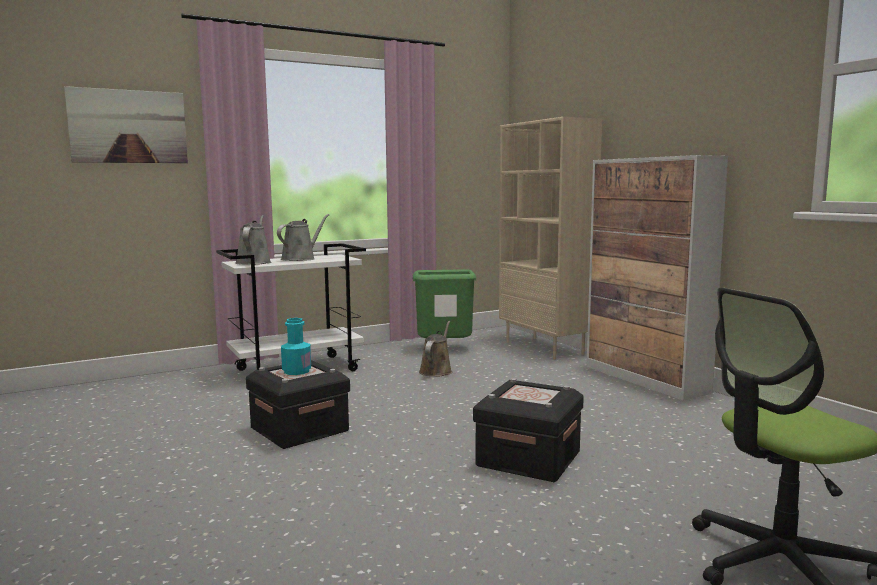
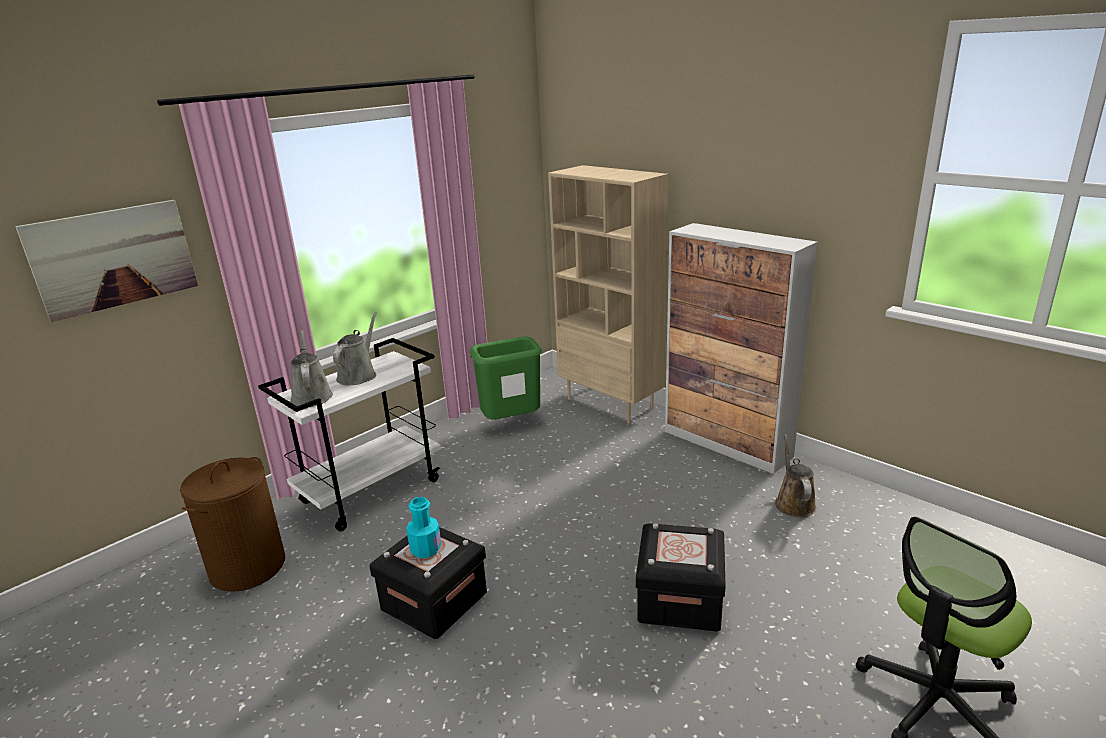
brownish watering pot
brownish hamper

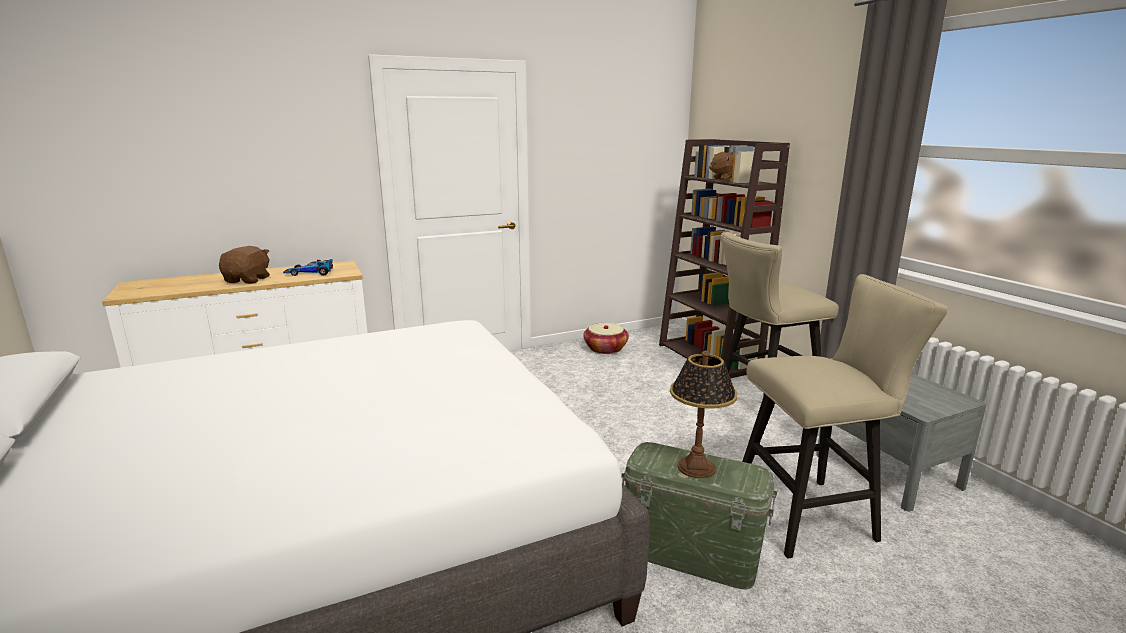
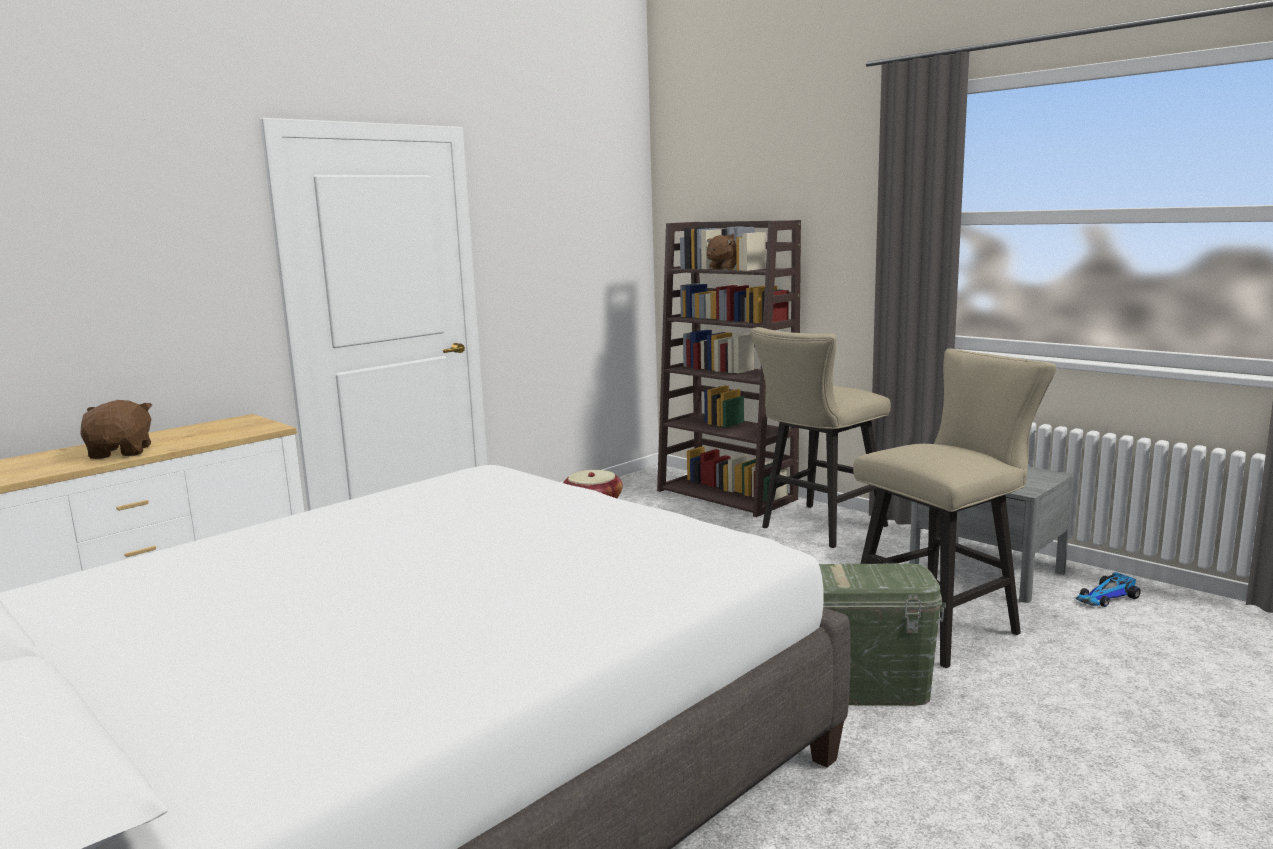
miniature car
table lamp

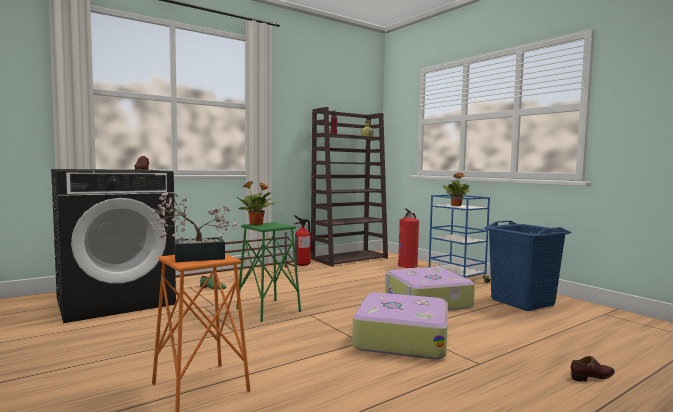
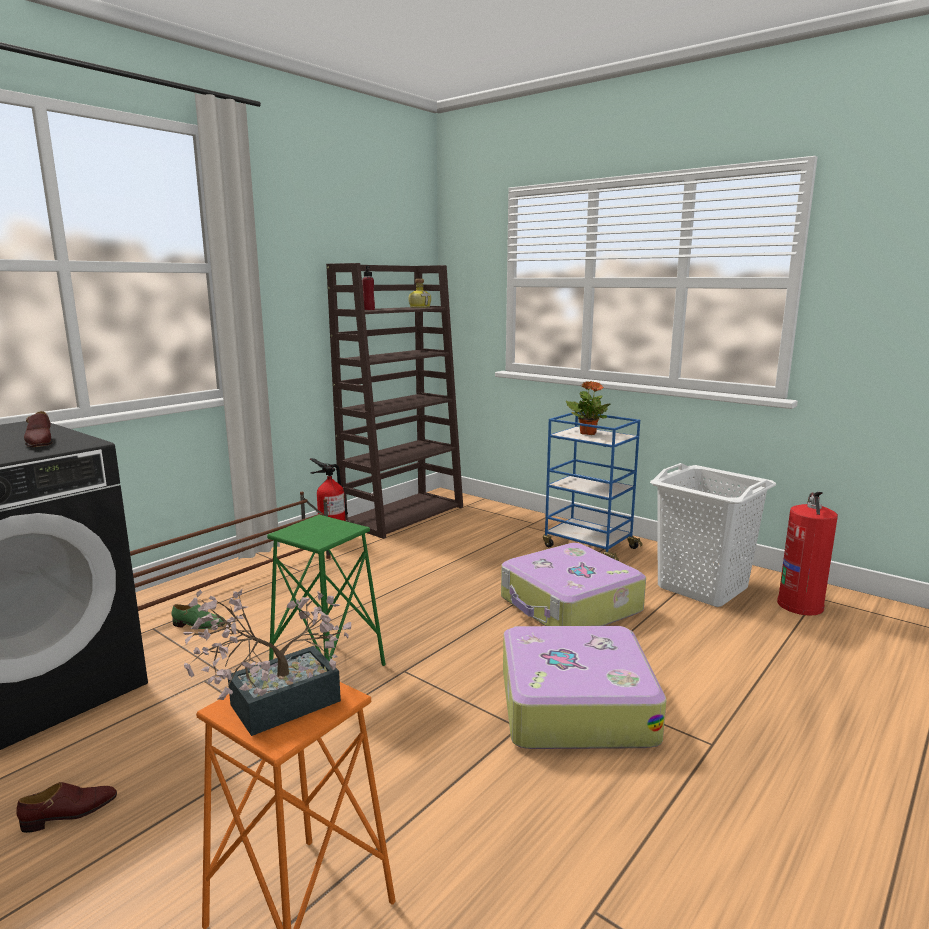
plant in a pot (no. 2 from left in the first image)
fire extinguisher (no. 2 from left)
white-coloured hamper
brownish low shoe (no. 2 from left)

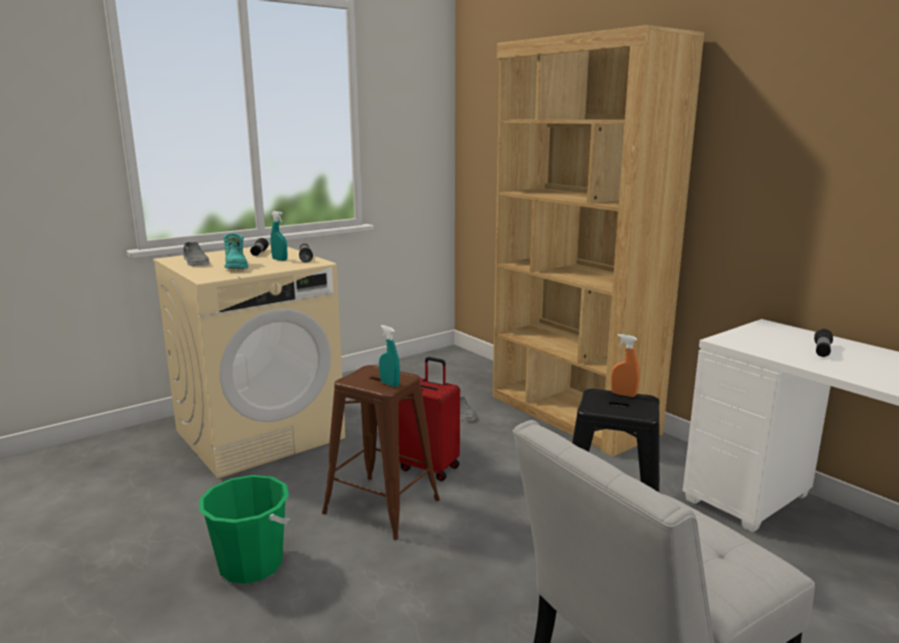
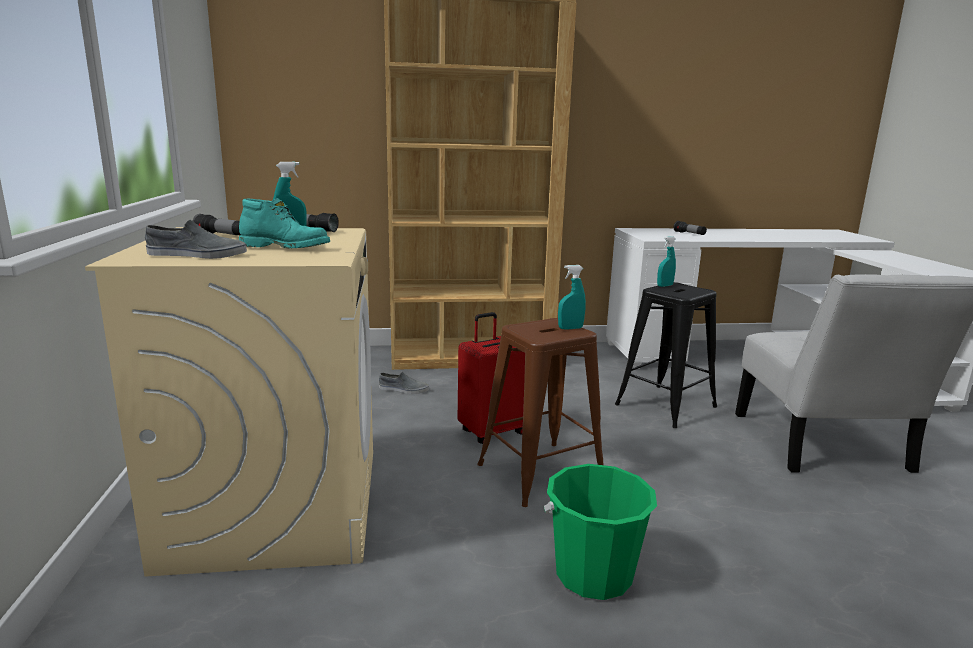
blue-green spray bottle (no. 3 from left)

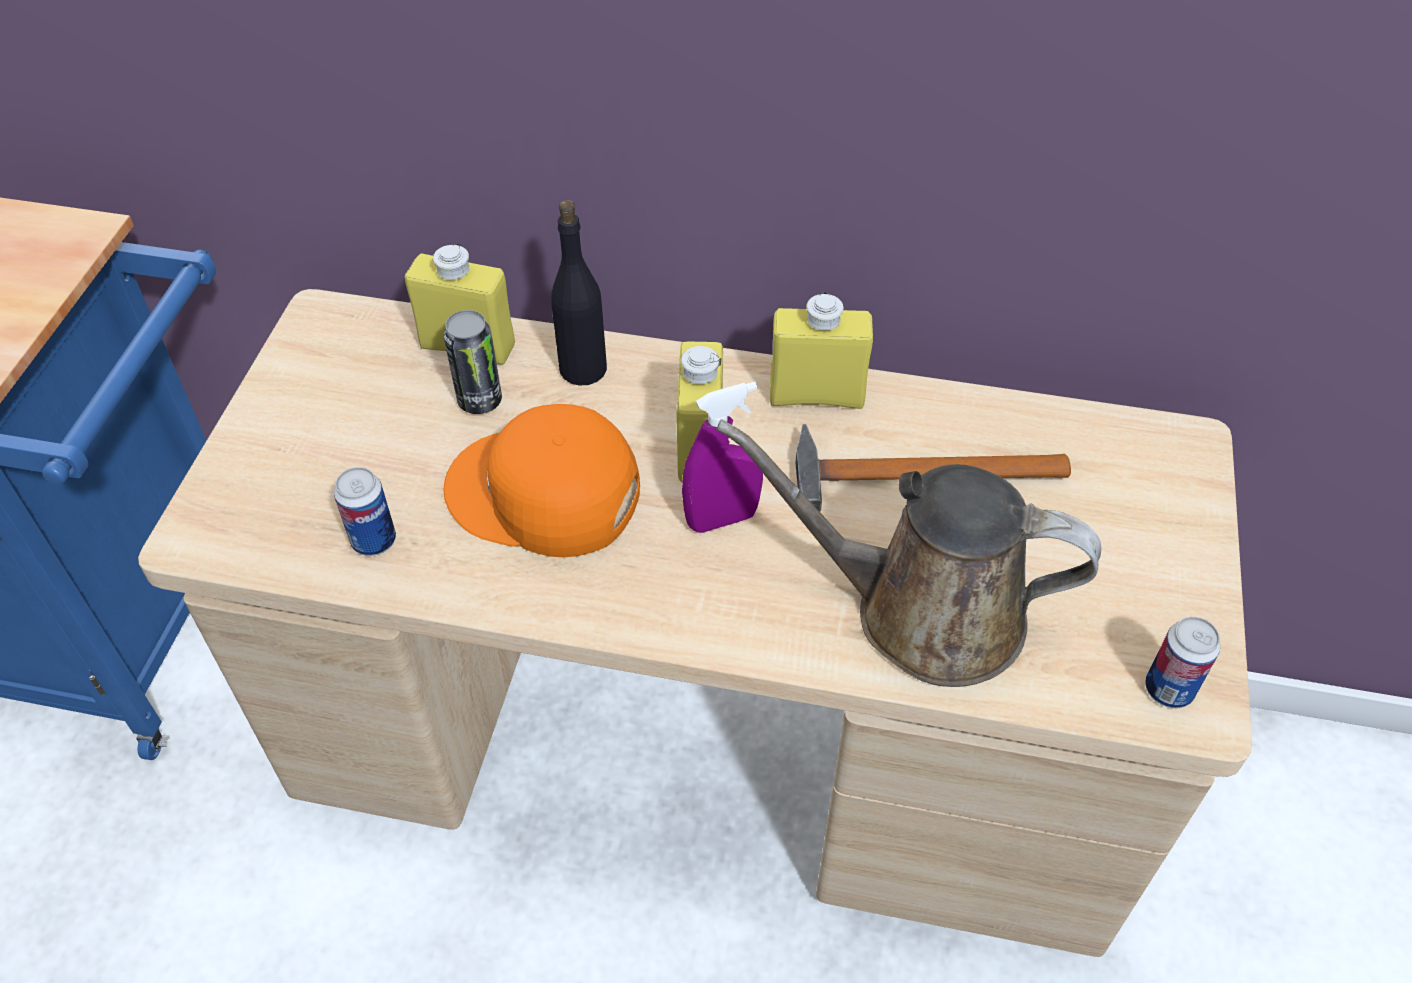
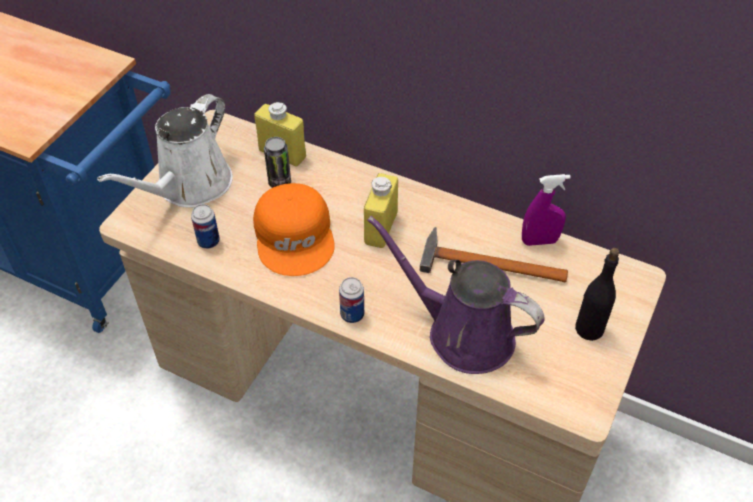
orange peaked cap
black beverage bottle
purple-coloured spray bottle
purple-coloured watering pot
yellow-coloured beverage bottle (no. 3 from left in the first image)
sealed can (no. 3 from left)
white-coloured watering pot

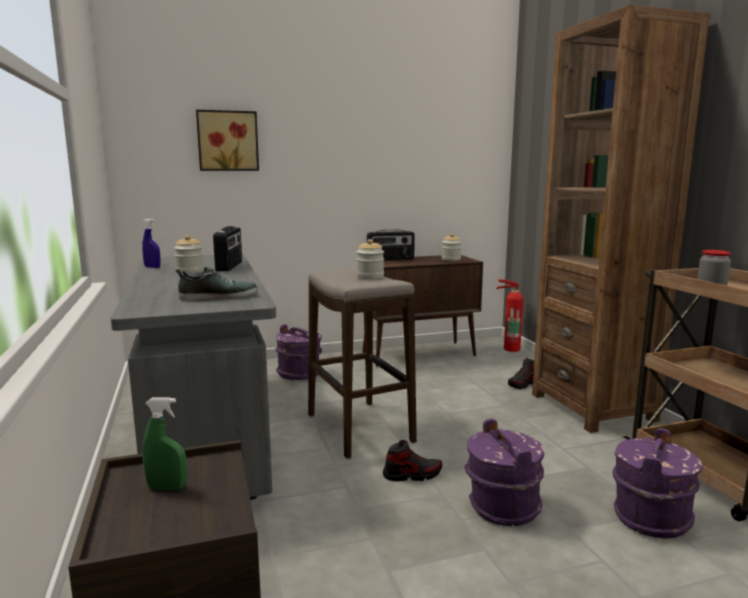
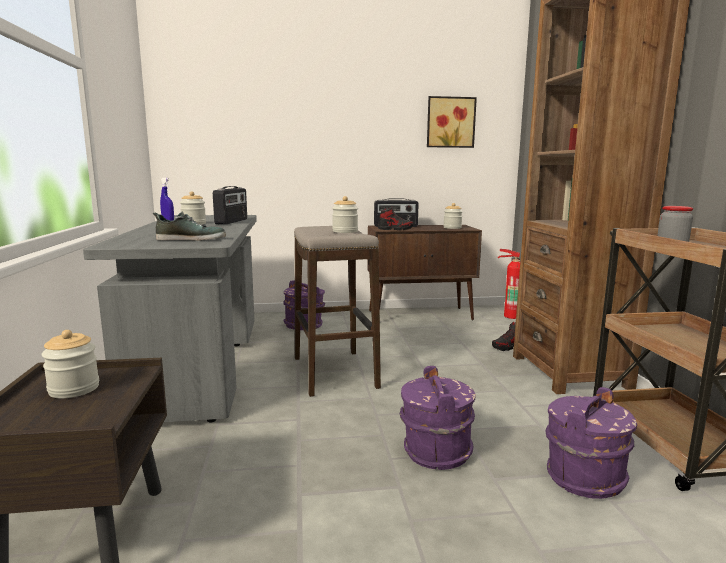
storage jar (no. 1 from left)
wall art
low shoe (no. 2 from left)

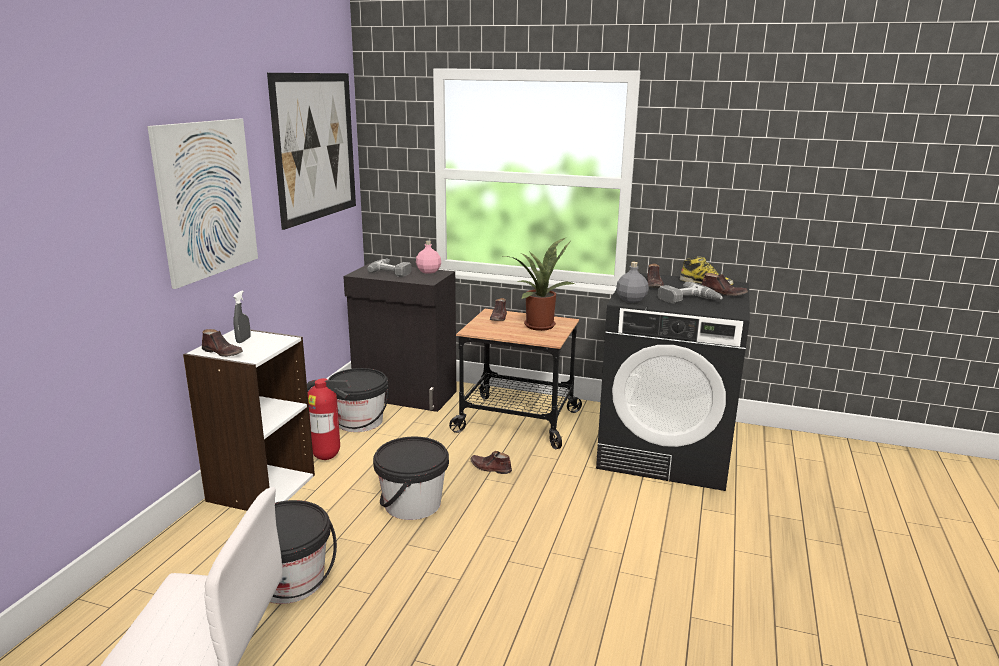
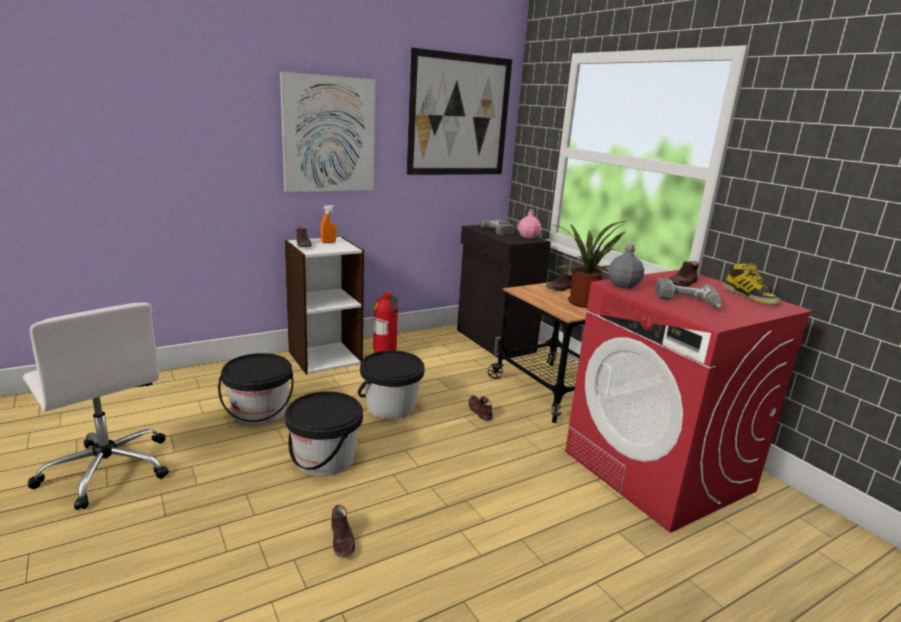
orange spray bottle
black bucket (no. 2 from left)
red-coloured washing machine
brownish low shoe (no. 2 from left)

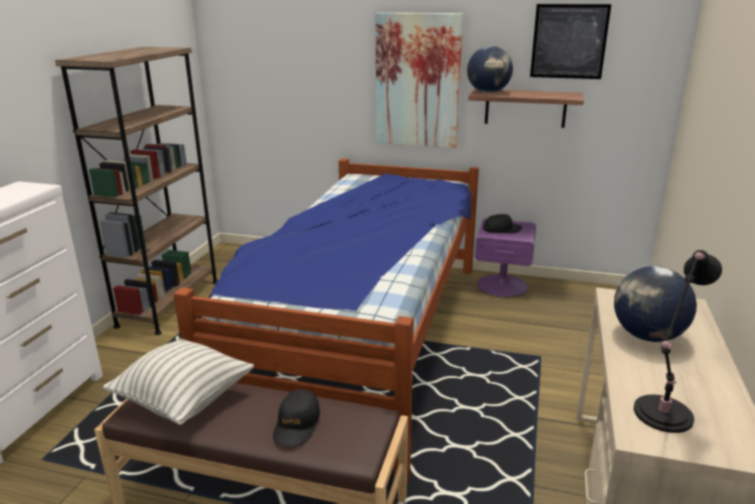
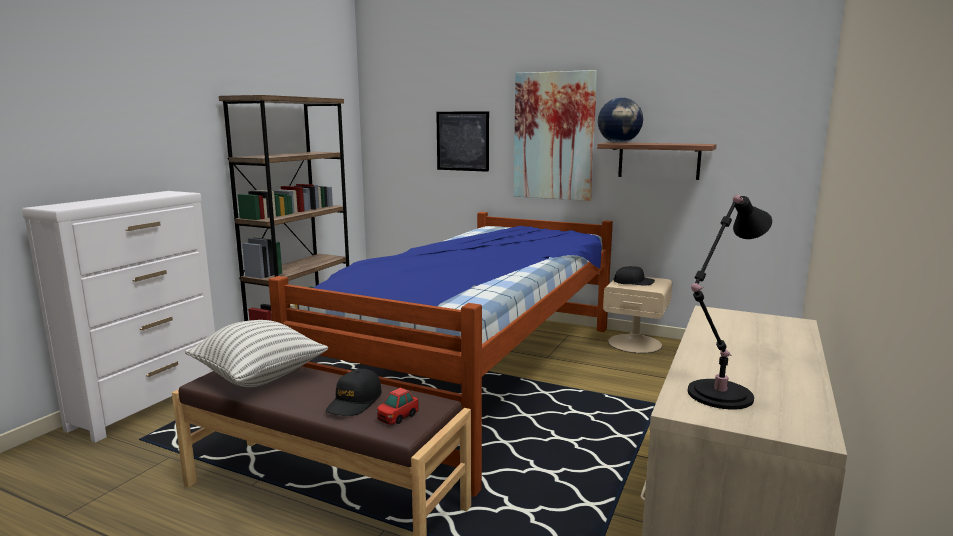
sand-coloured night table
wall art (no. 1 from left)
world globe (no. 2 from left in the first image)
miniature car

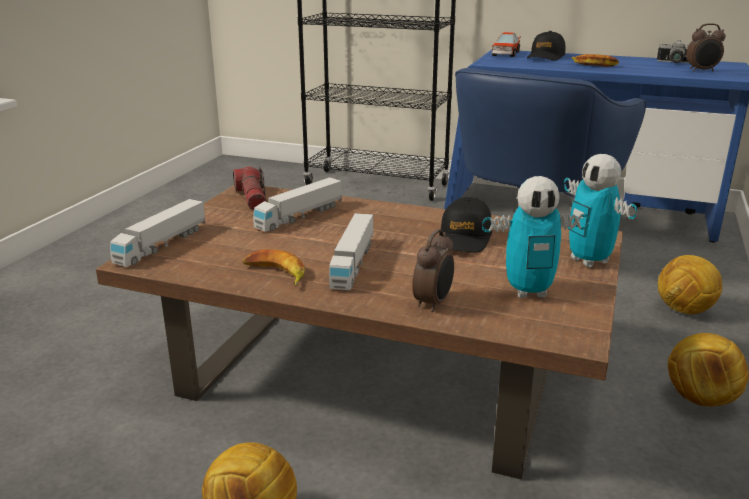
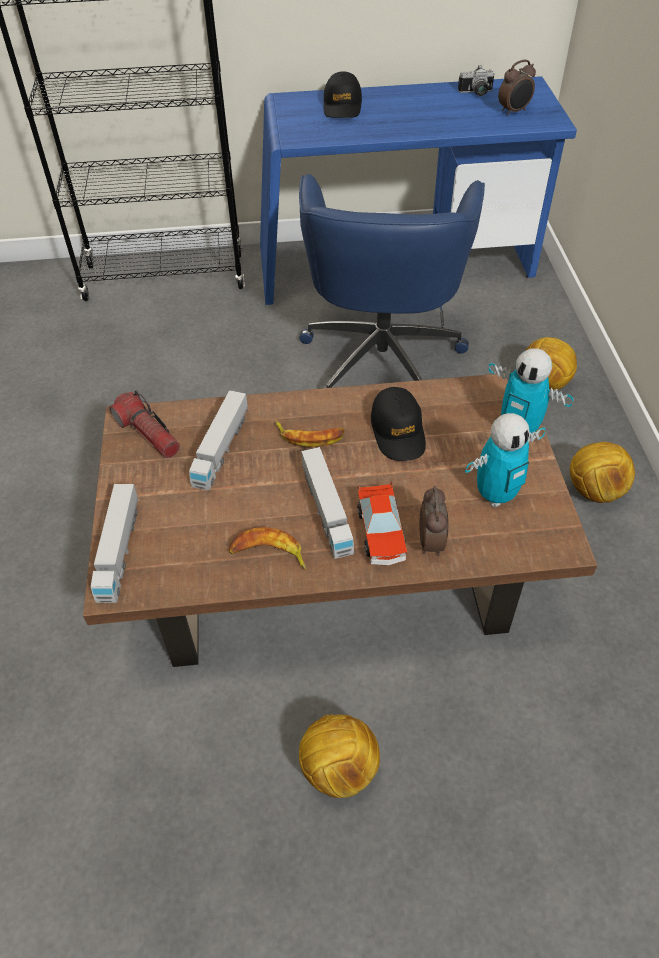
miniature car
banana (no. 2 from left)

